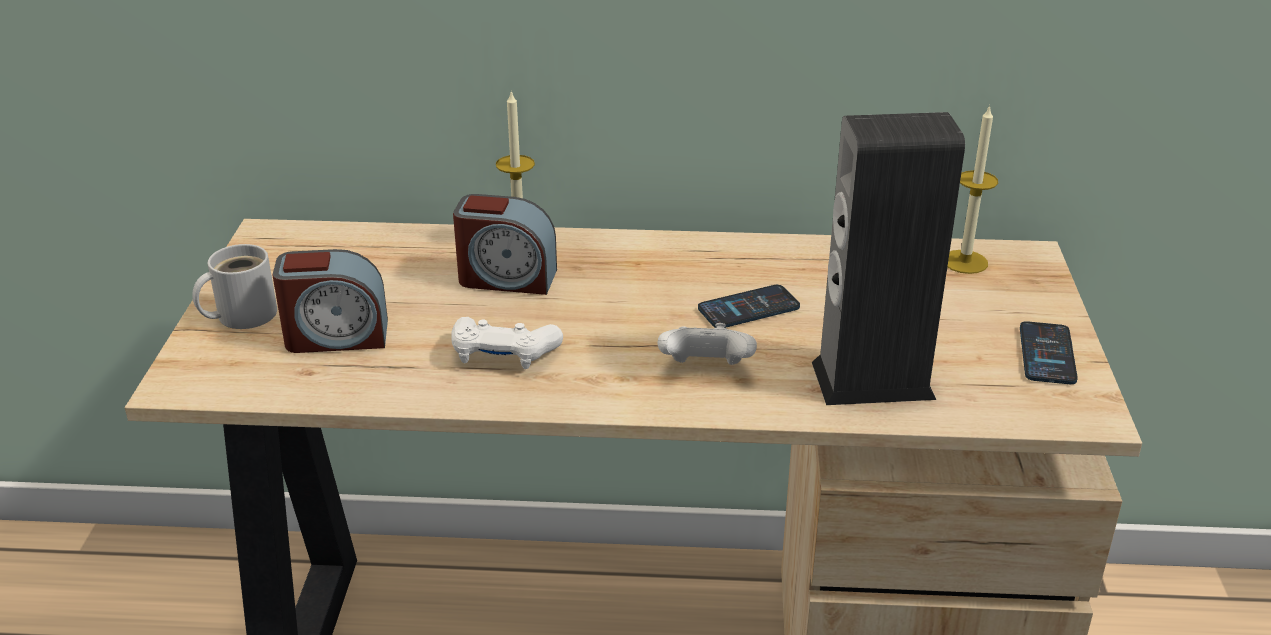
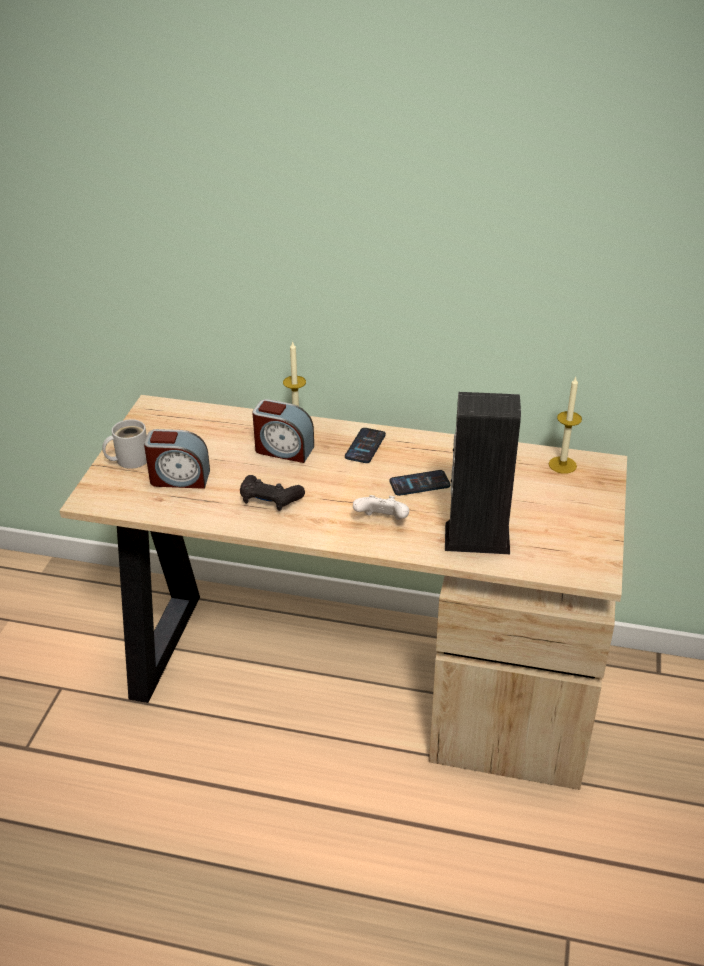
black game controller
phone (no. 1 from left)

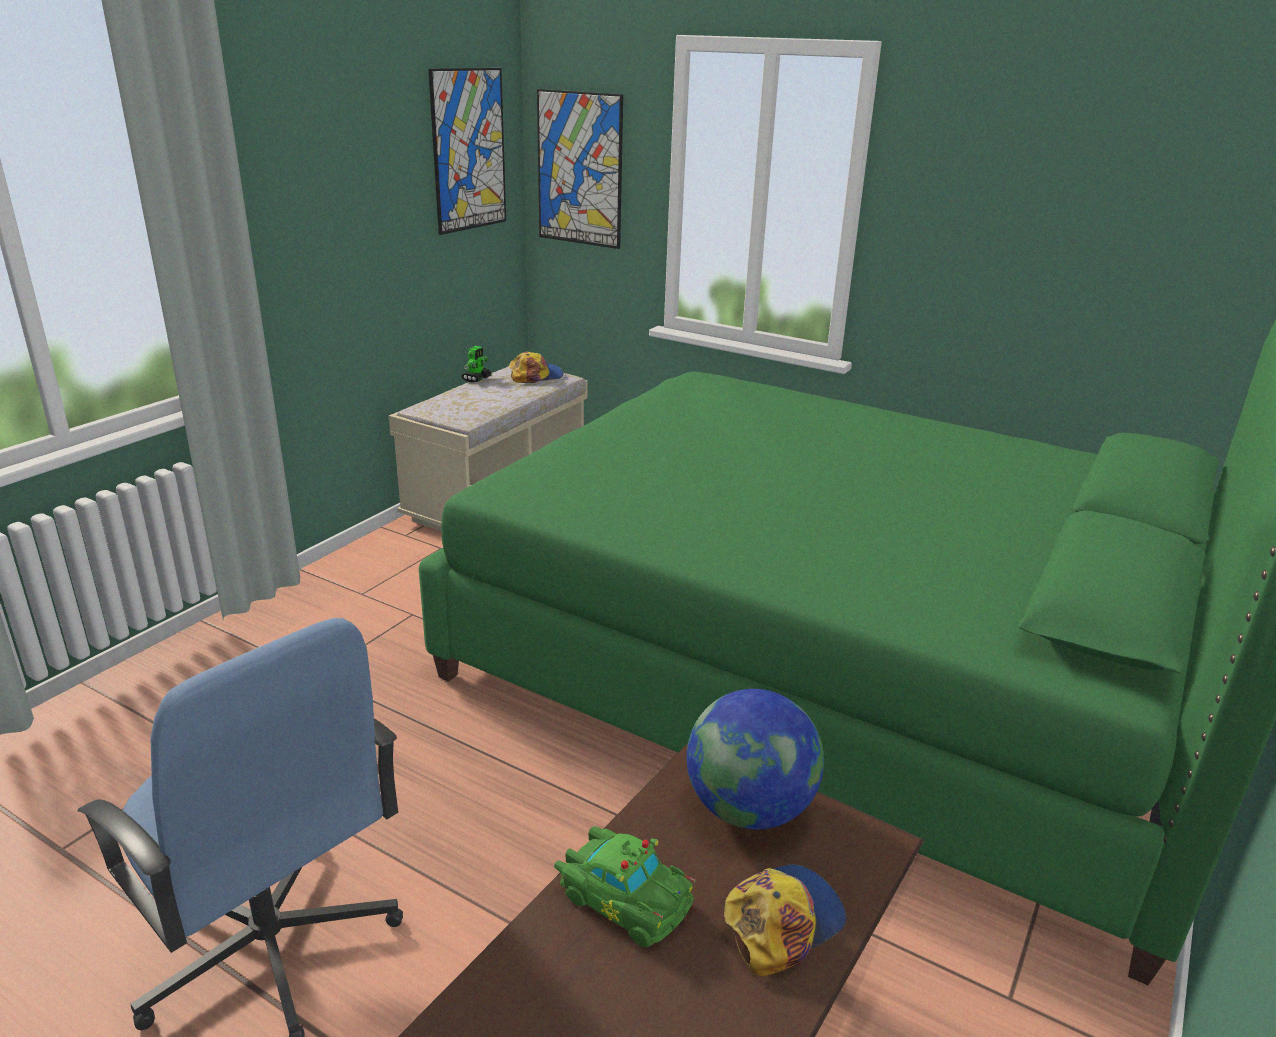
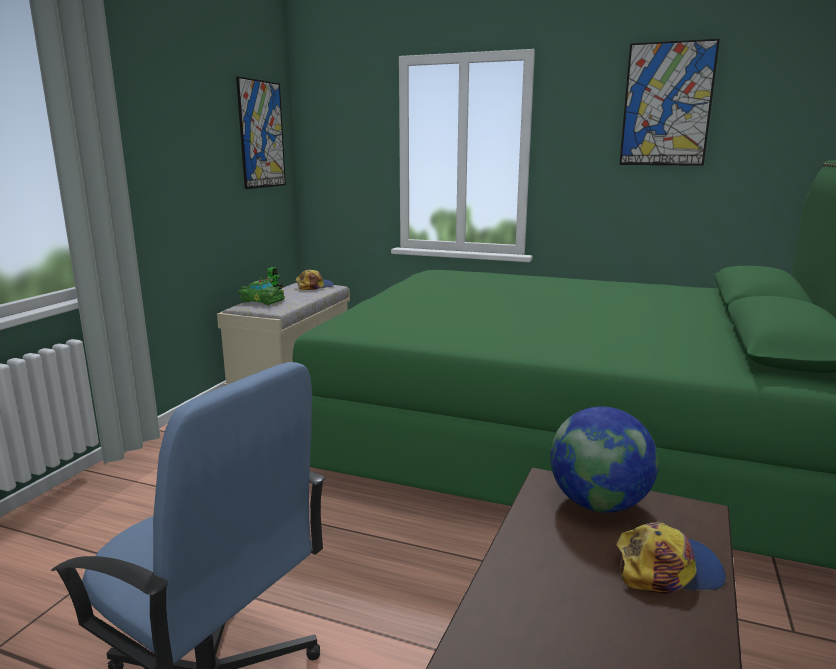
wall art (no. 2 from left)
green-coloured miniature car
peaked cap (no. 2 from left)

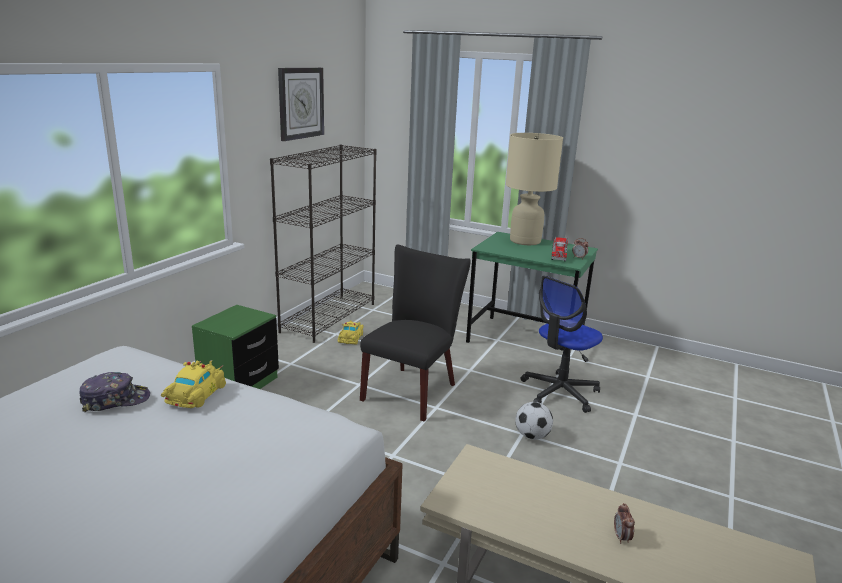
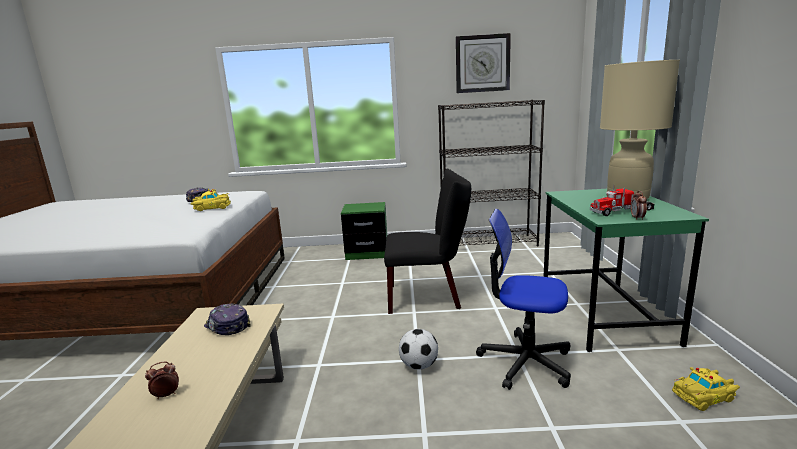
yellow-coloured miniature car (no. 2 from left)
peaked cap (no. 2 from left)

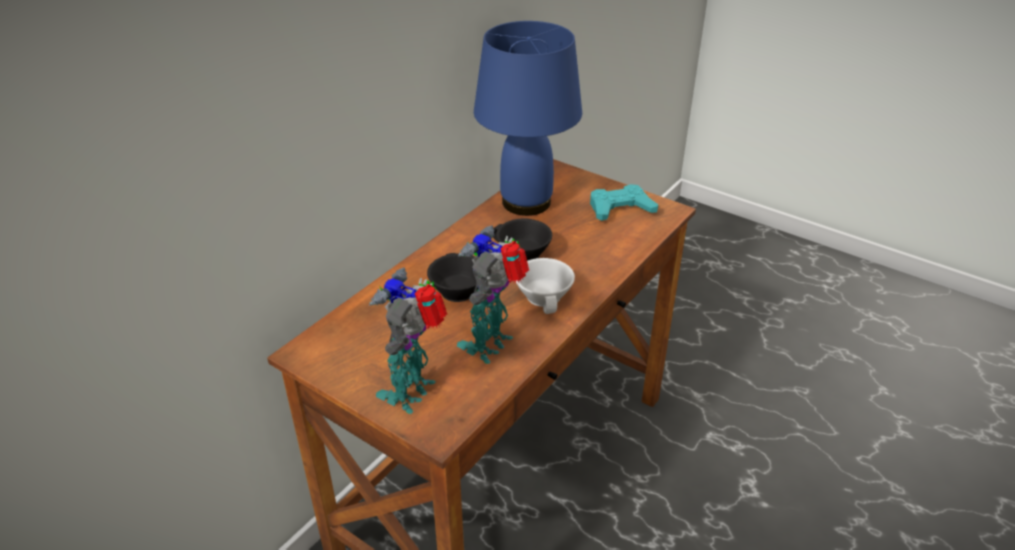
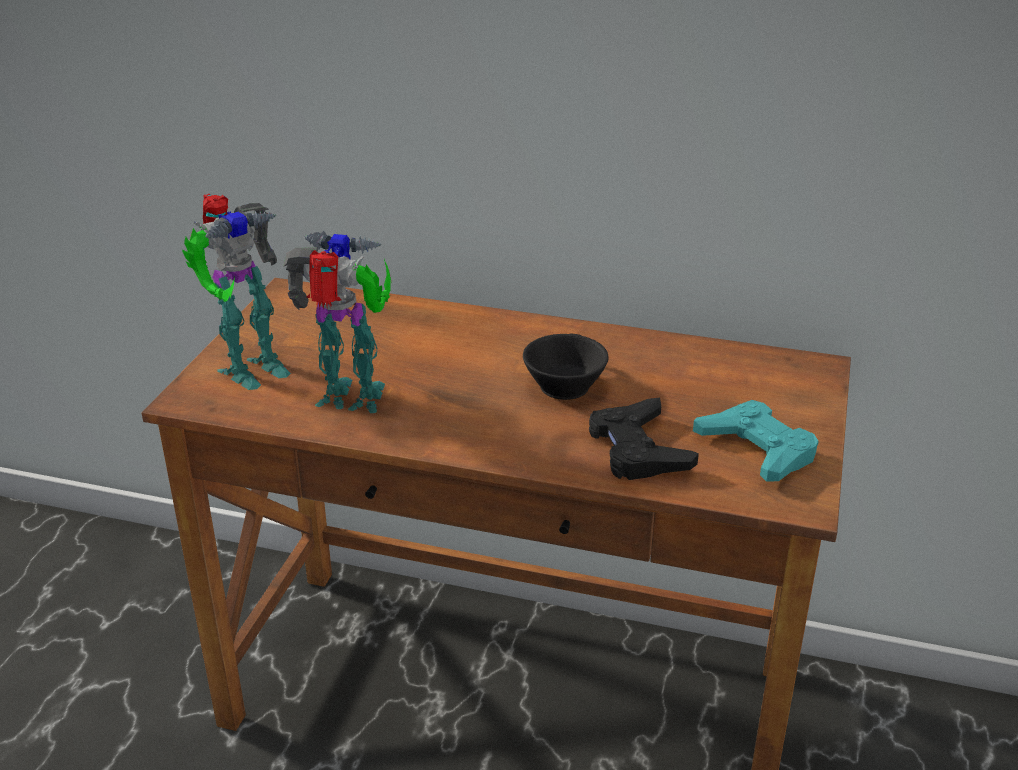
model robot (no. 1 from left)
black small cup (no. 1 from left in the first image)
blue-coloured table lamp
white-coloured small cup
black game controller

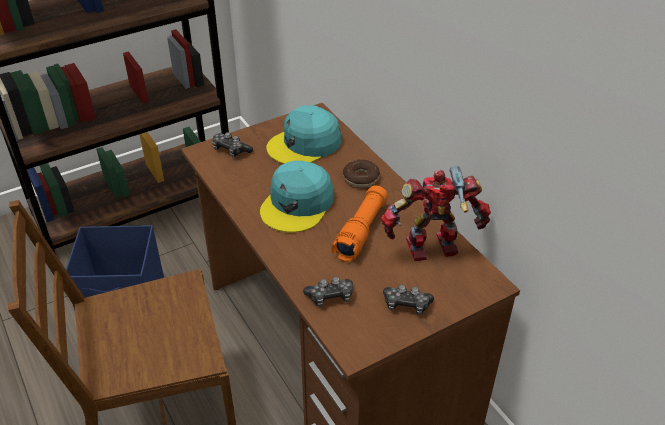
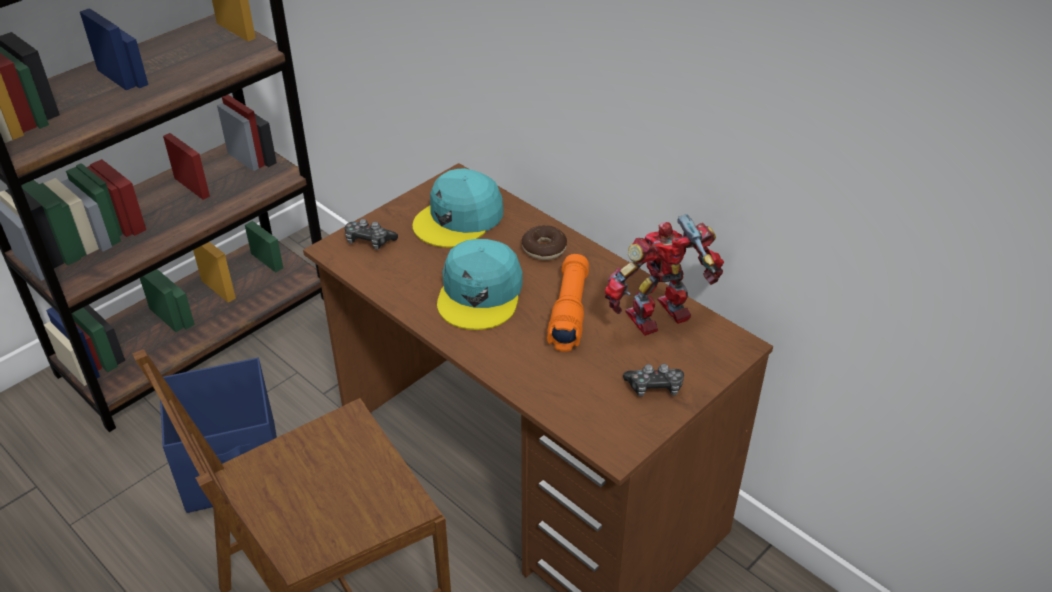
game controller (no. 2 from left in the first image)

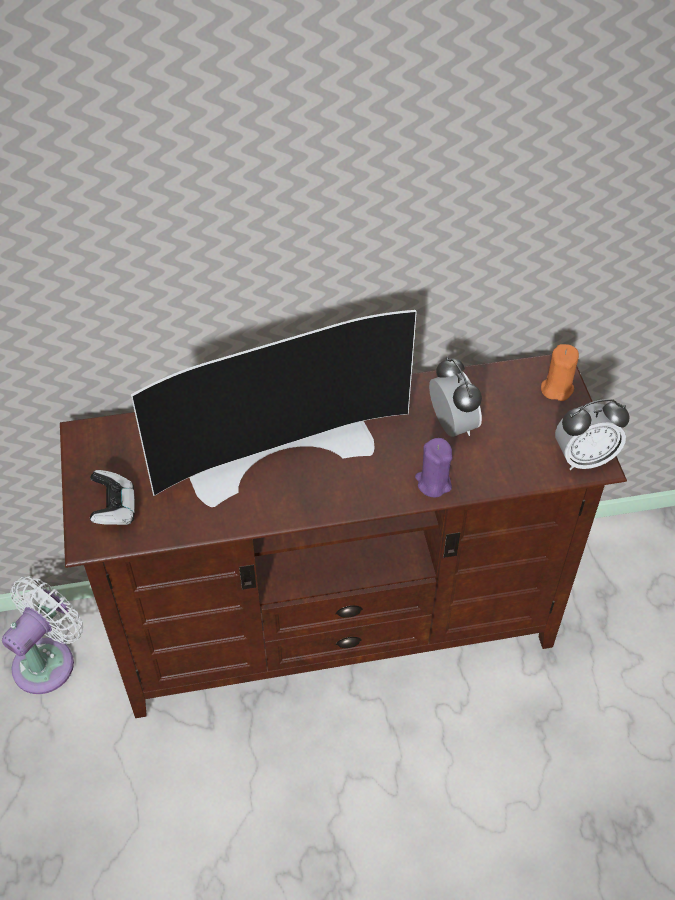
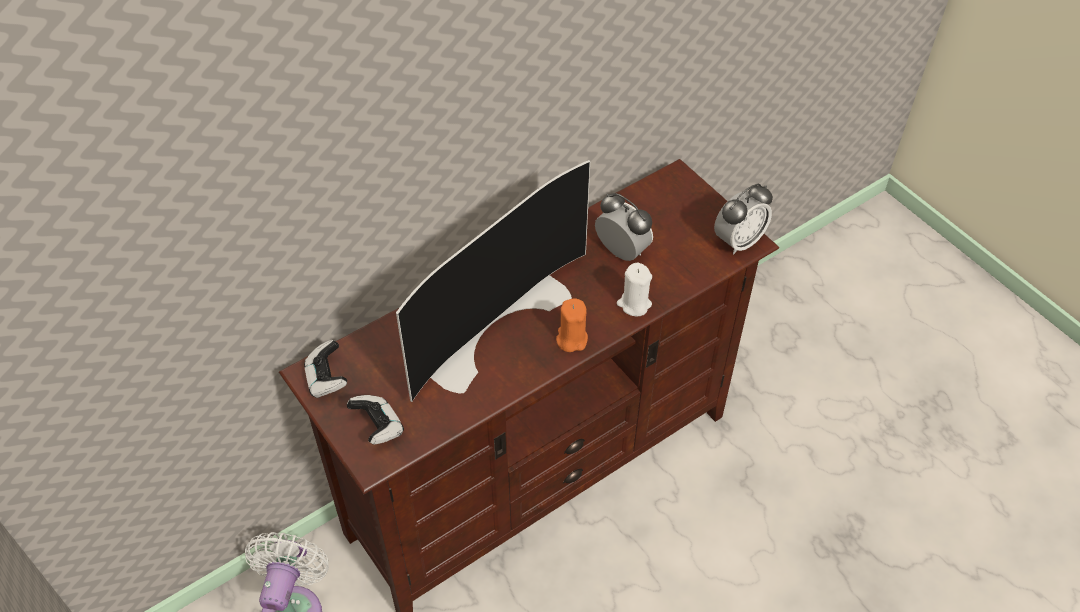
white-coloured candle
orange candle
game controller (no. 1 from left)

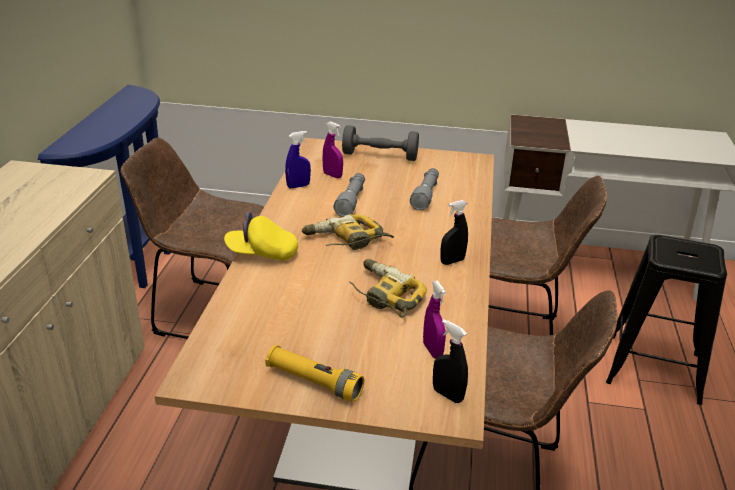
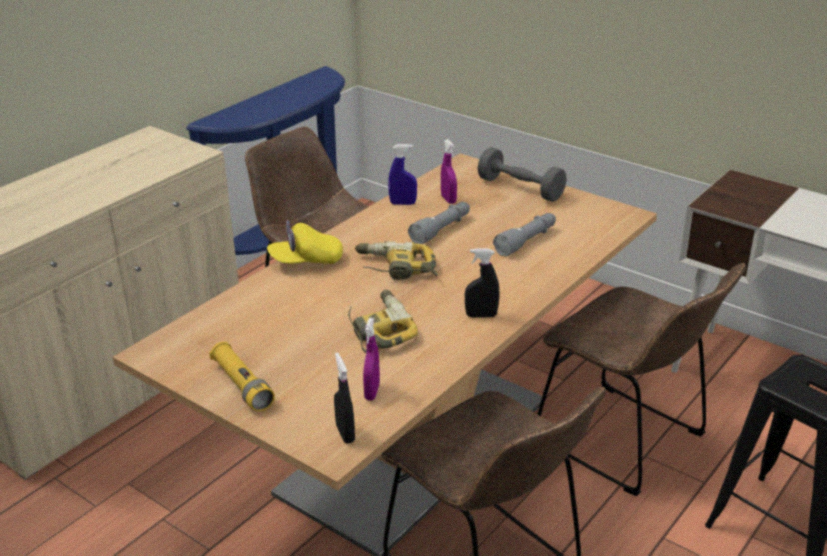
yellow-coloured peaked cap

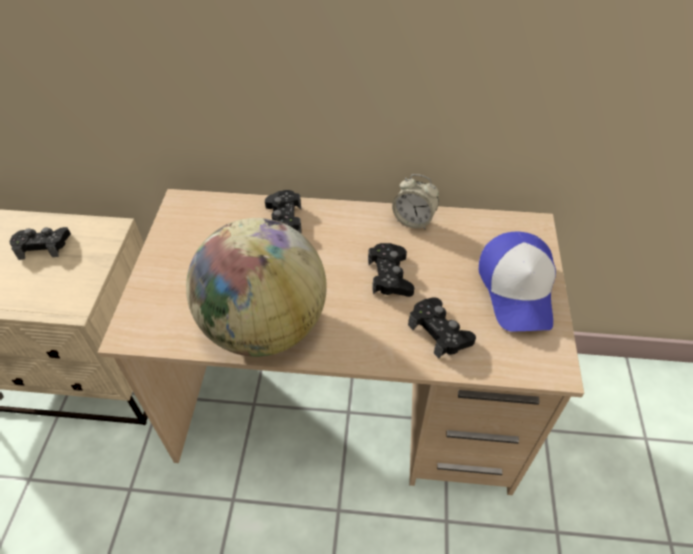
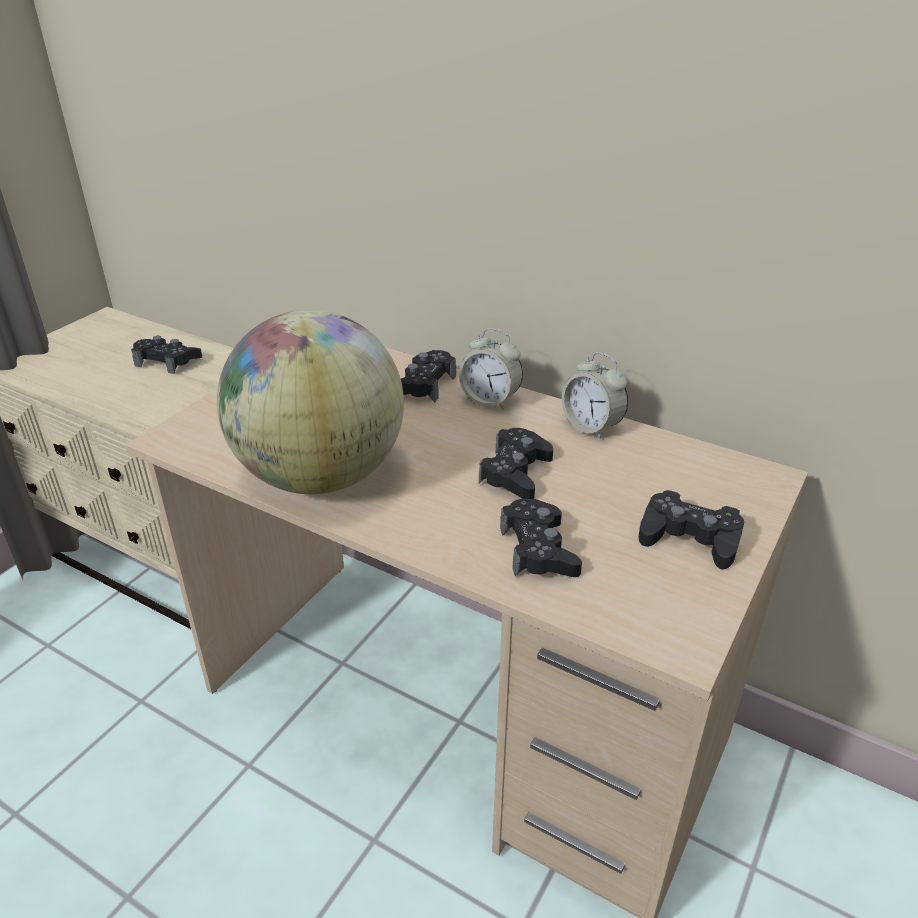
black game controller (no. 5 from left)
alarm clock (no. 1 from left)

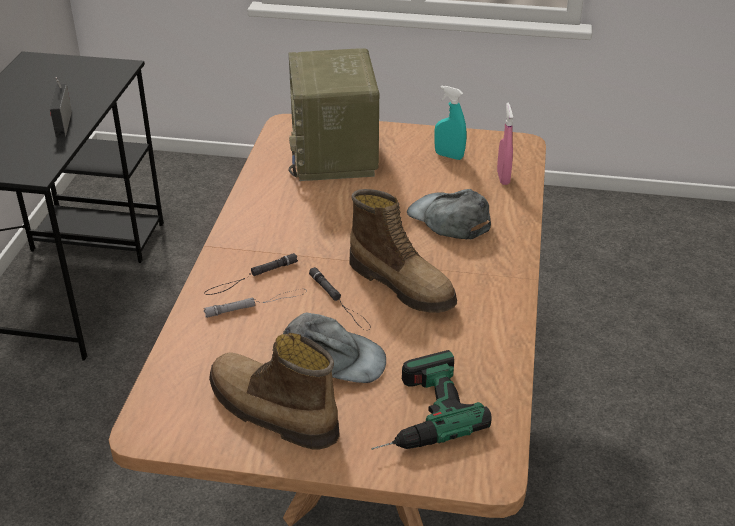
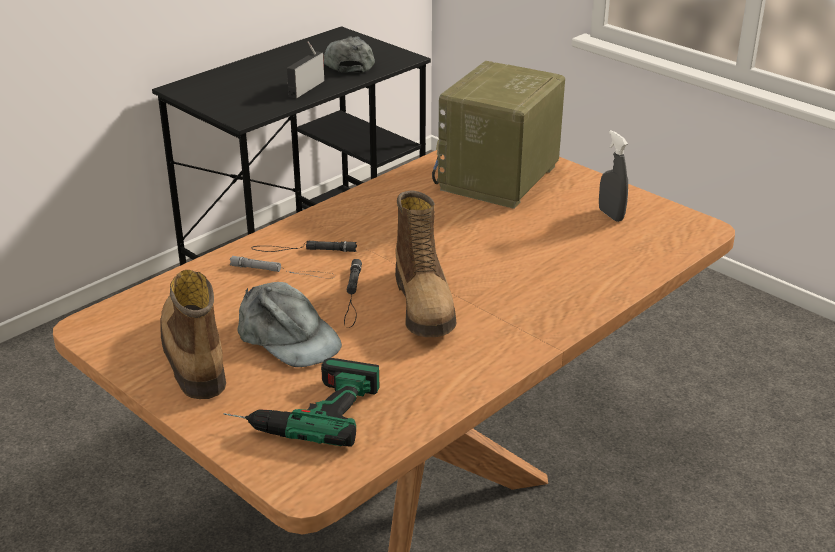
gray peaked cap (no. 2 from left)
gray spray bottle
pink spray bottle

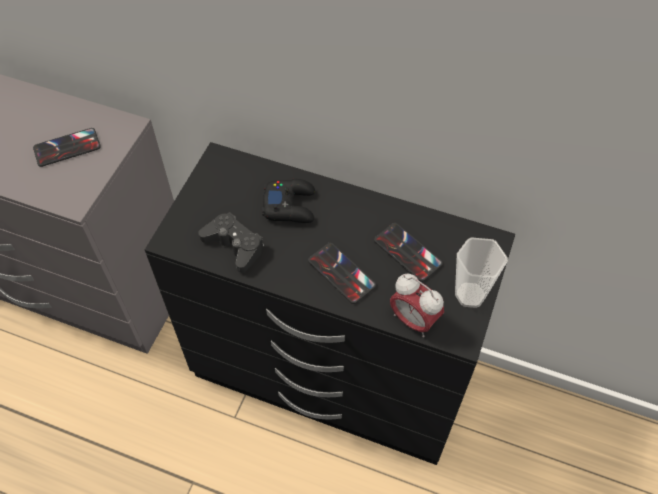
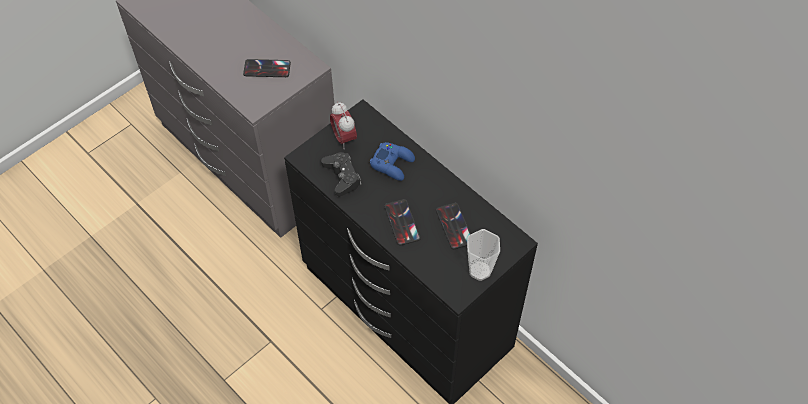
blue-coloured game controller
alarm clock

